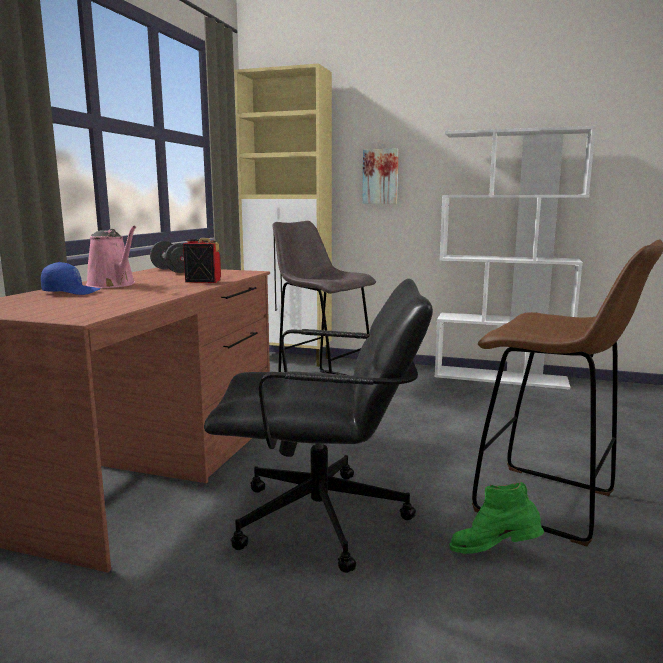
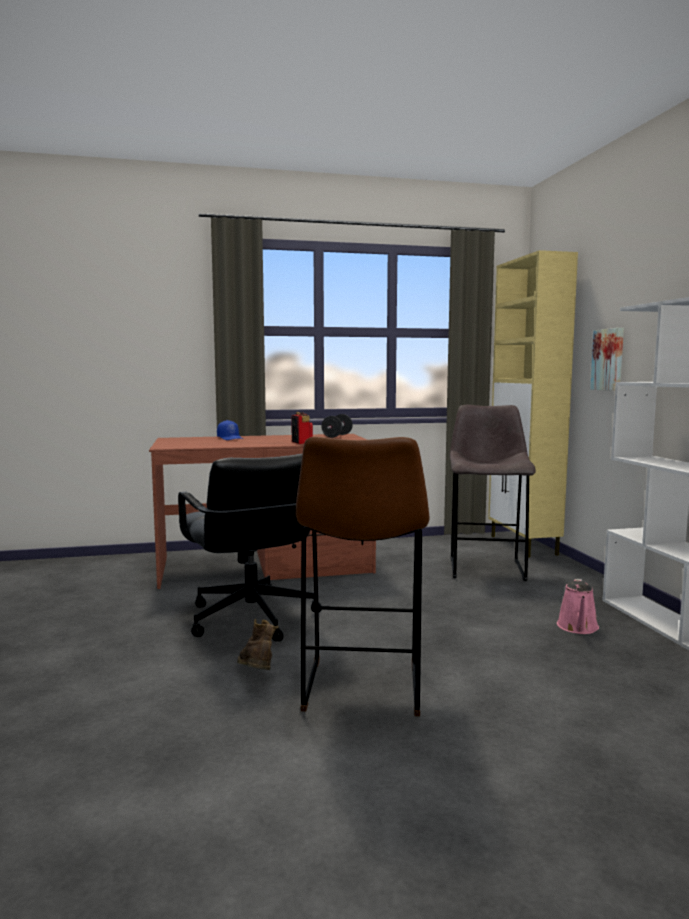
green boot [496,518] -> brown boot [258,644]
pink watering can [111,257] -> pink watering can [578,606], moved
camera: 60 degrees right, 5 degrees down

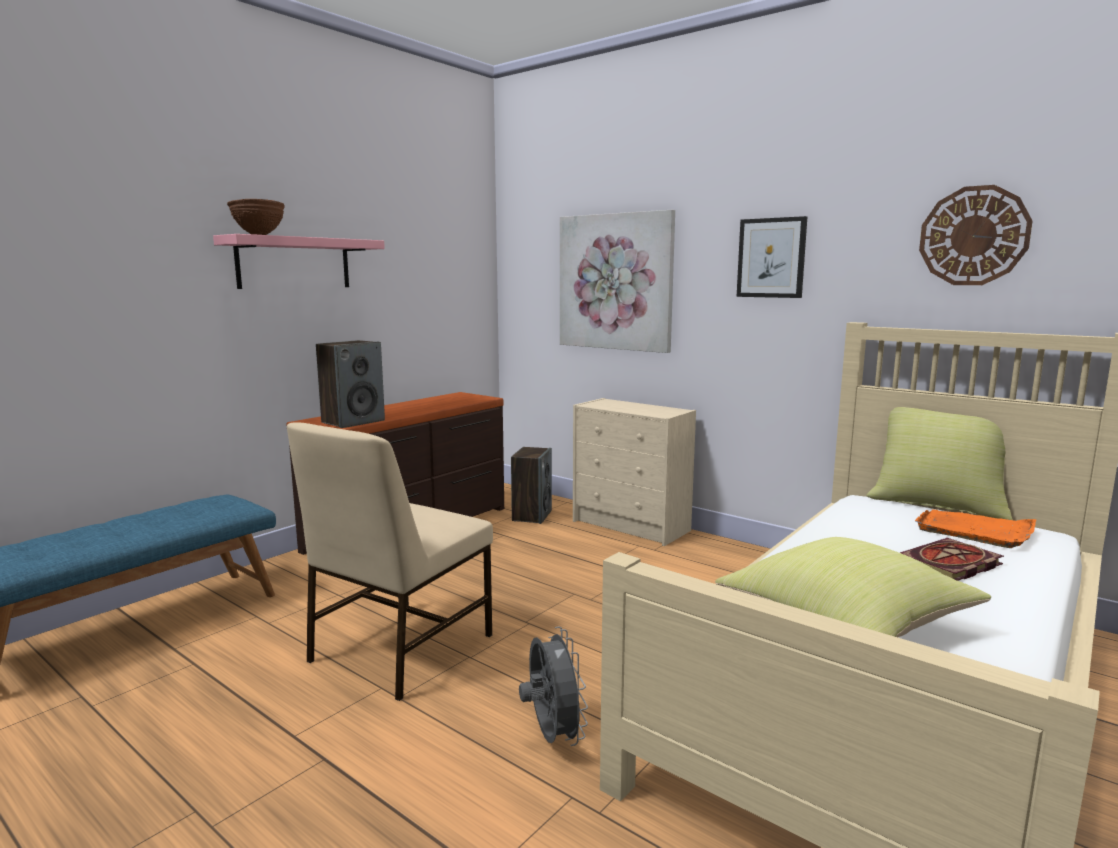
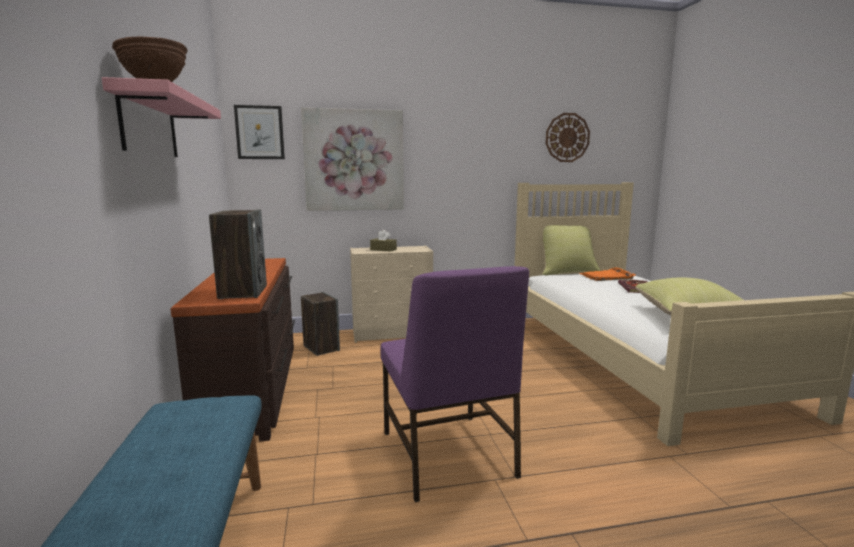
picture [772,257] -> picture [259,132], moved
none -> brown tissue box [383,241]
beige chair [390,561] -> purple chair [455,384]
grey fan [553,686] -> none
camera: 50 degrees left, 0 degrees up

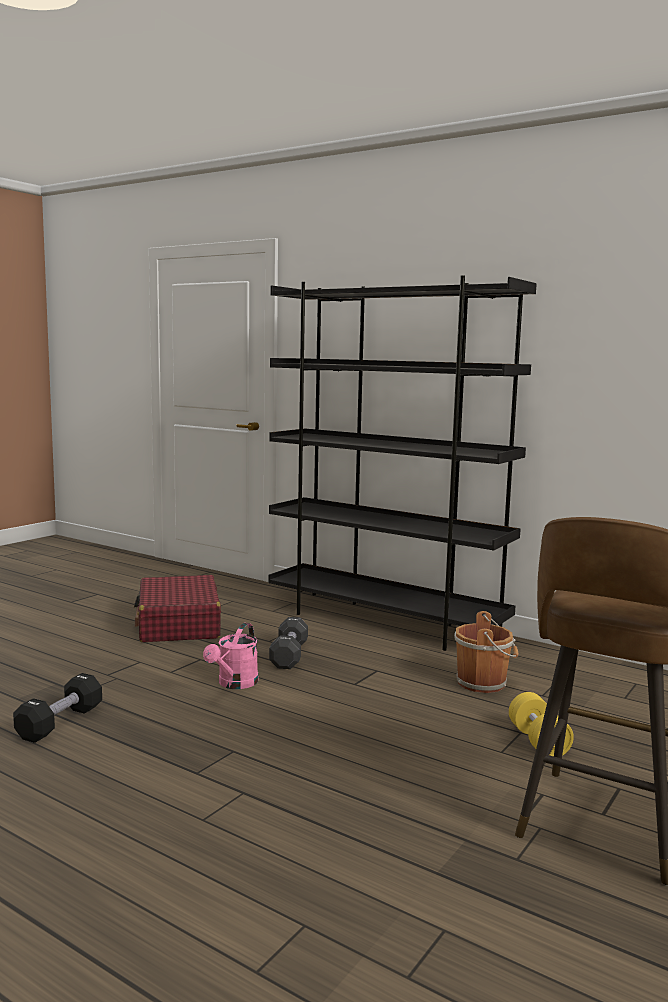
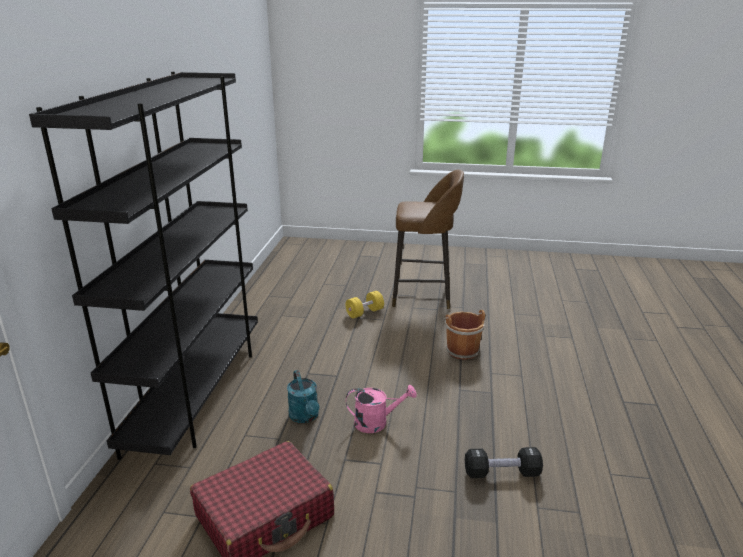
black dumbbell [288,643] -> turquoise watering can [303,396]
brown bucket [486,652] -> brown bucket [464,335], moved
camera: 115 degrees left, 15 degrees up

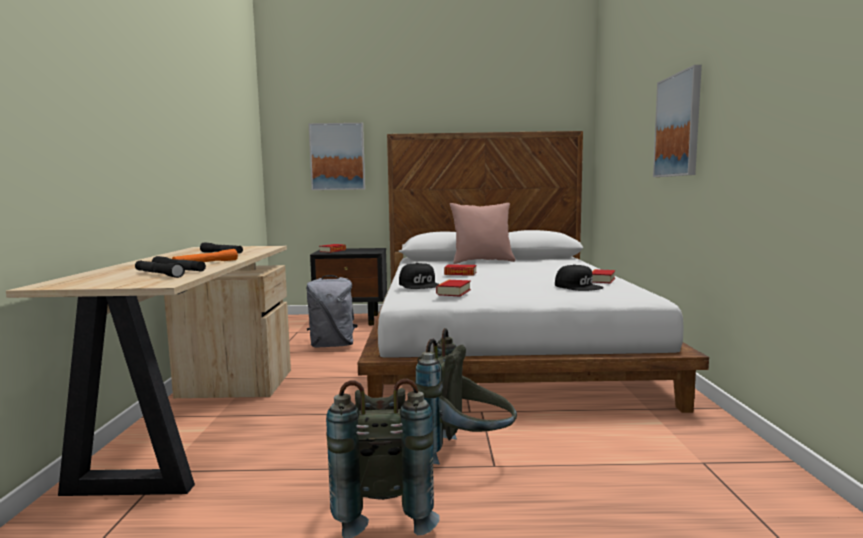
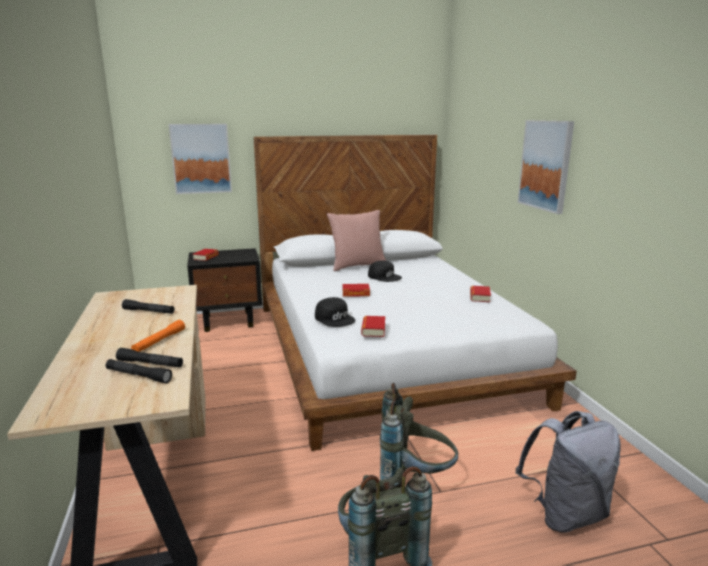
black cap [579,277] -> black cap [385,271], moved
grey backpack [332,311] -> grey backpack [568,472], moved
camera: 15 degrees left, 10 degrees up

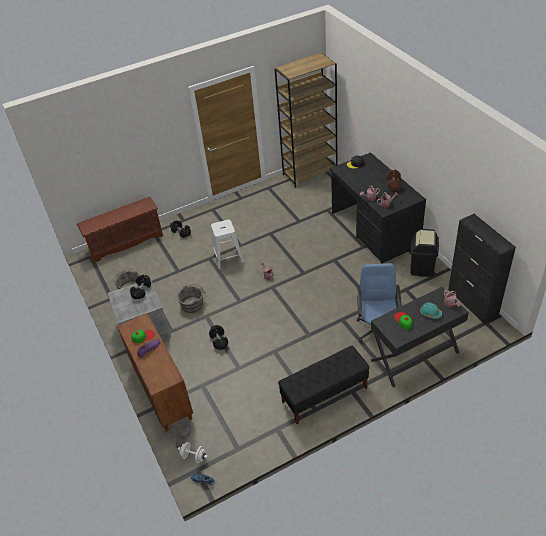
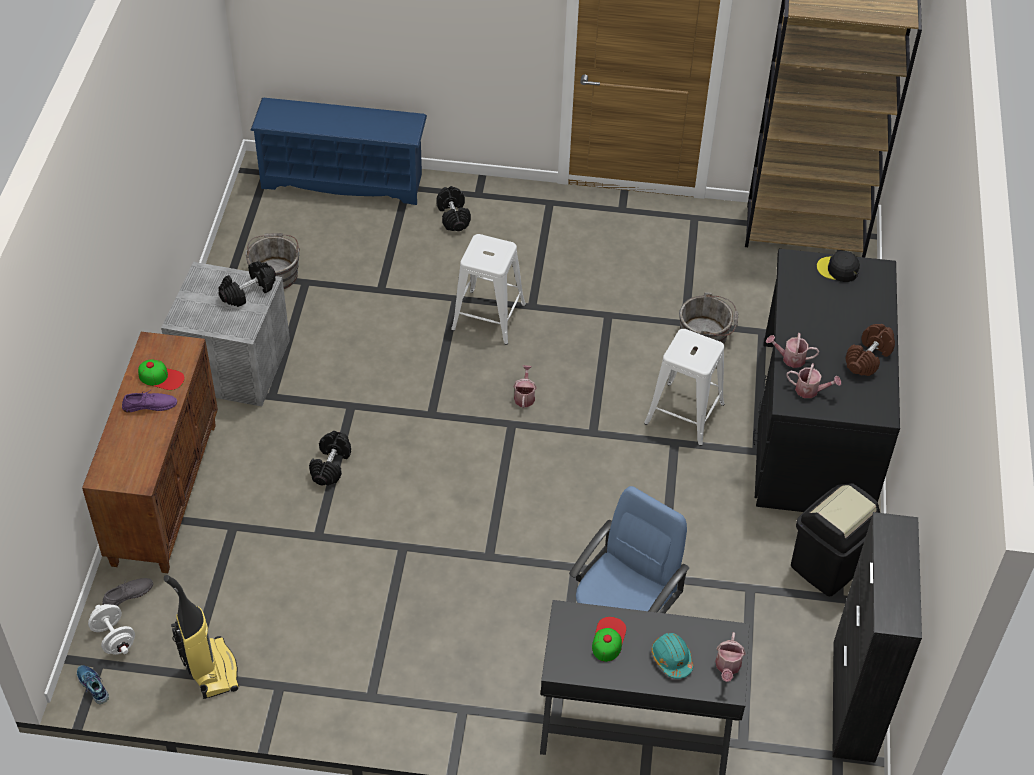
none -> vacuum cleaner [201,637]
brown shoe rack [120,230] -> blue shoe rack [338,151]
none -> white stool [684,387]
grey bucket [191,298] -> grey bucket [708,321], moved
black bench [323,385] -> none
camera: 30 degrees right, 5 degrees up

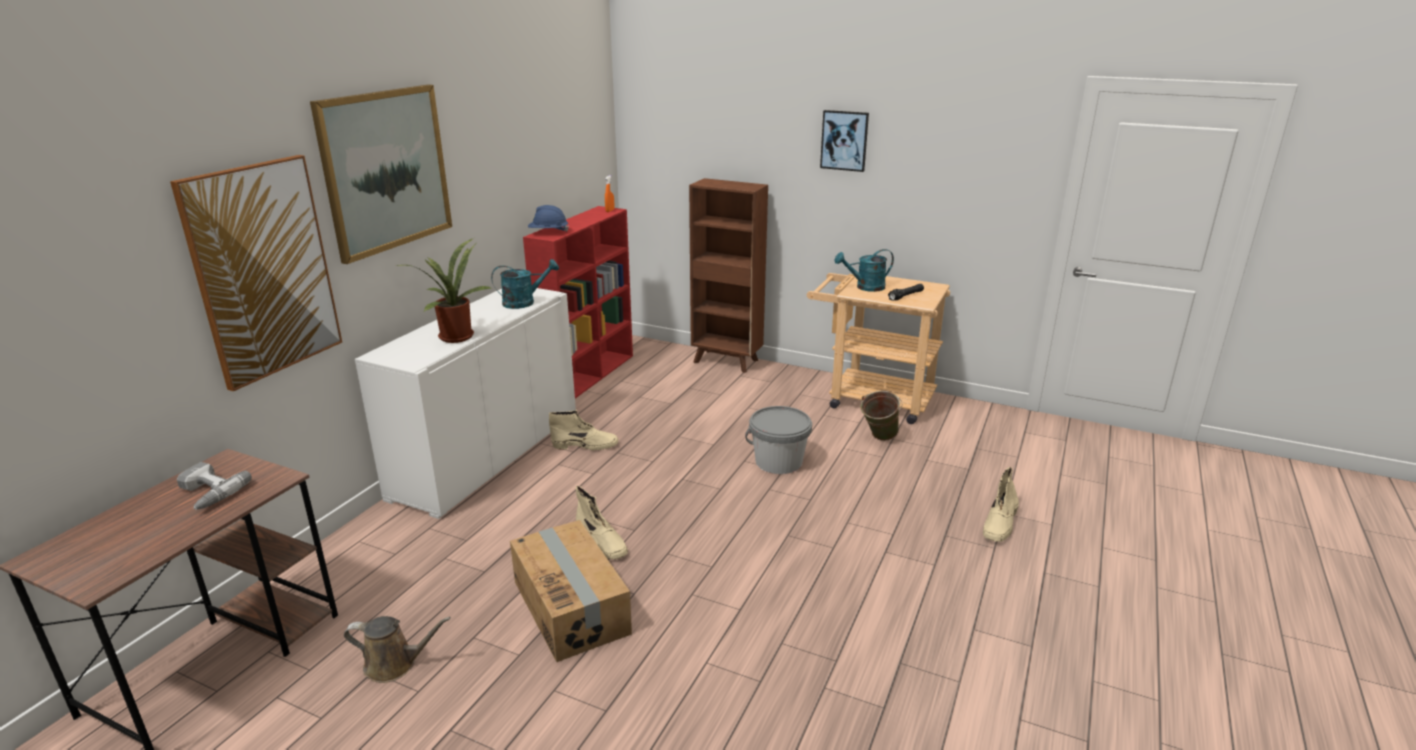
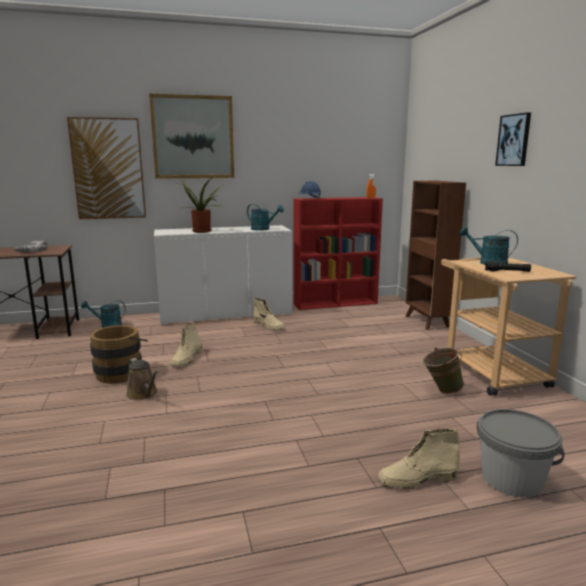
none -> turquoise watering can [103,314]
cardboard box [571,591] -> brown bucket [119,354]
brown watering can [397,649] -> brown watering can [142,379], moved
grey bucket [778,440] -> grey bucket [521,453], moved
camera: 50 degrees right, 10 degrees down

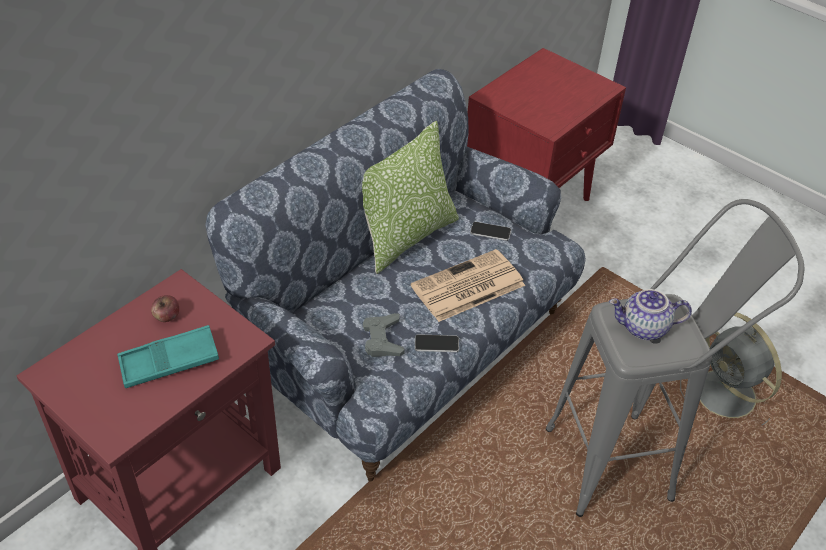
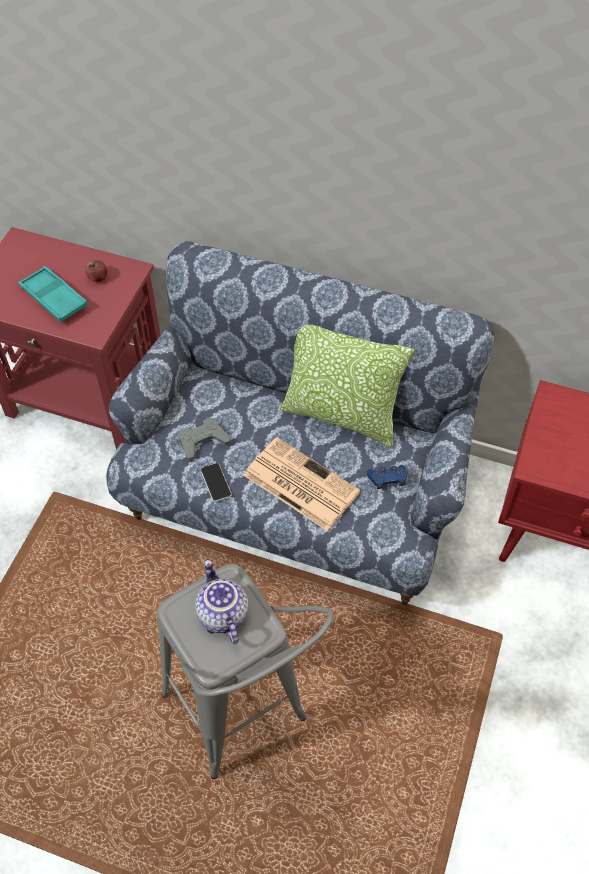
phone [490,231] -> blue game controller [387,477]
grey fan [731,369] -> none
camera: 70 degrees right, 10 degrees up

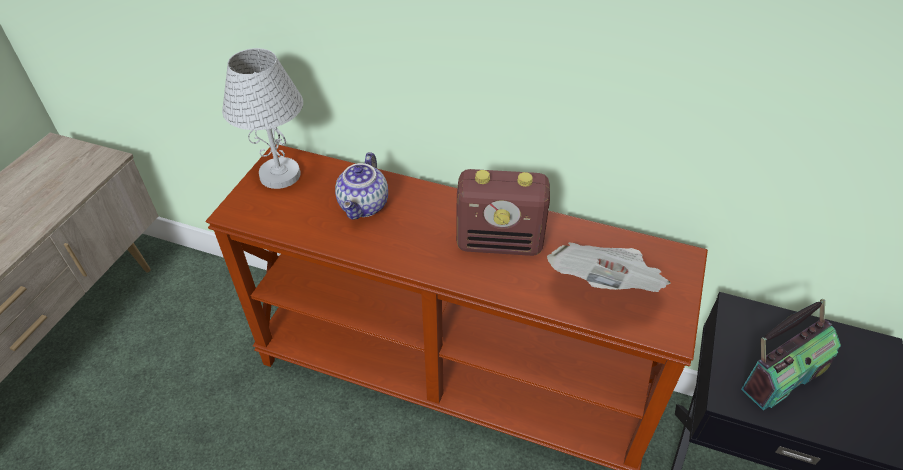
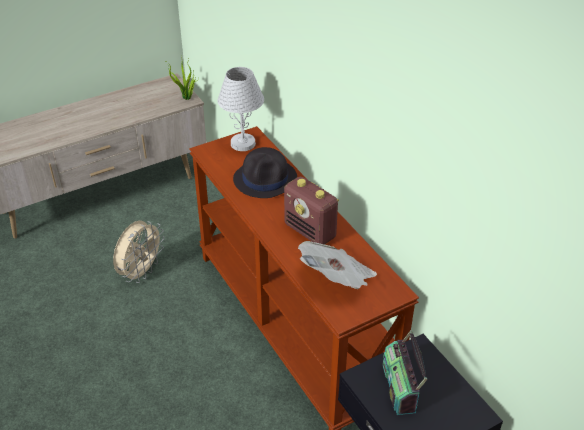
none -> beige fan [139,251]
none -> potted plant [182,78]
teapot [361,186] -> black hat [265,172]
radio [791,355] -> radio [404,372], 75 degrees clockwise
camera: 40 degrees right, 5 degrees down

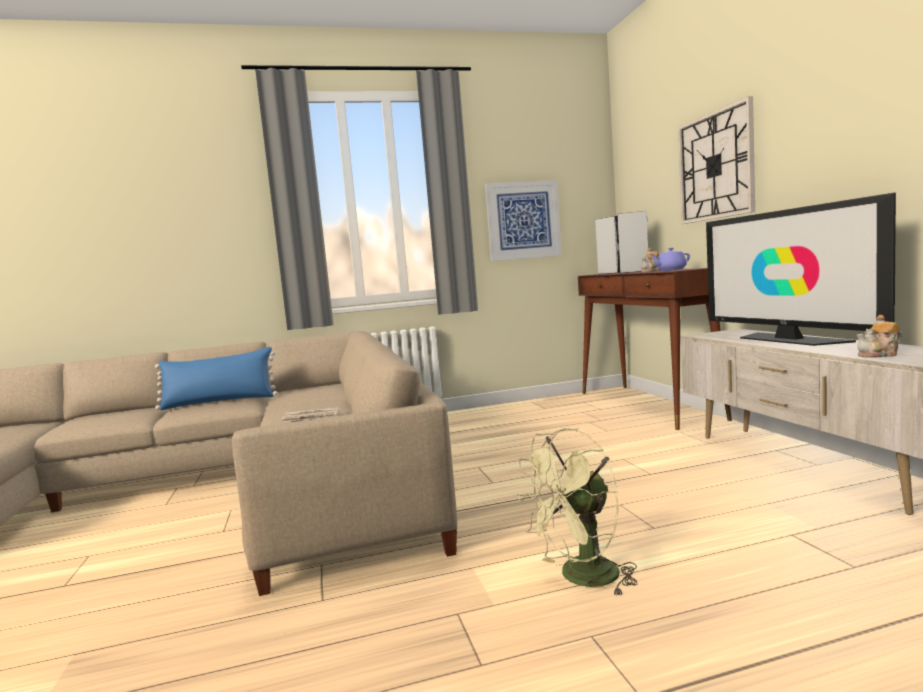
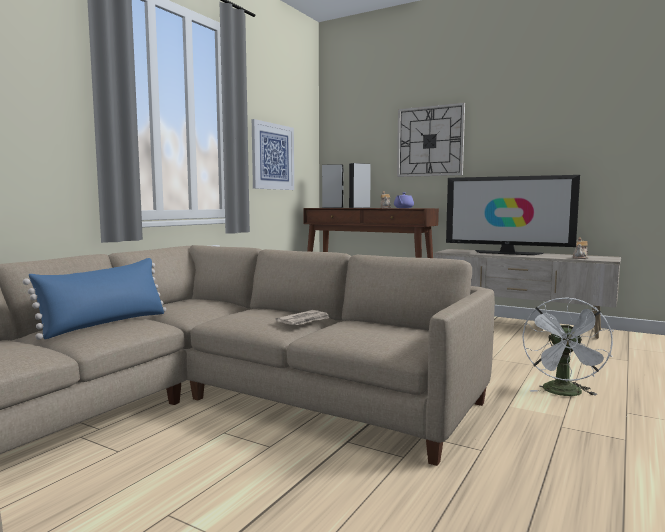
green fan [577,512] -> white fan [568,347]
camera: 45 degrees left, 0 degrees up

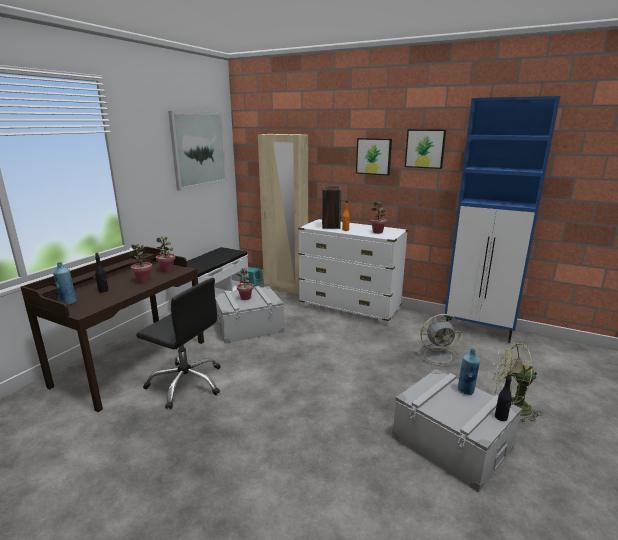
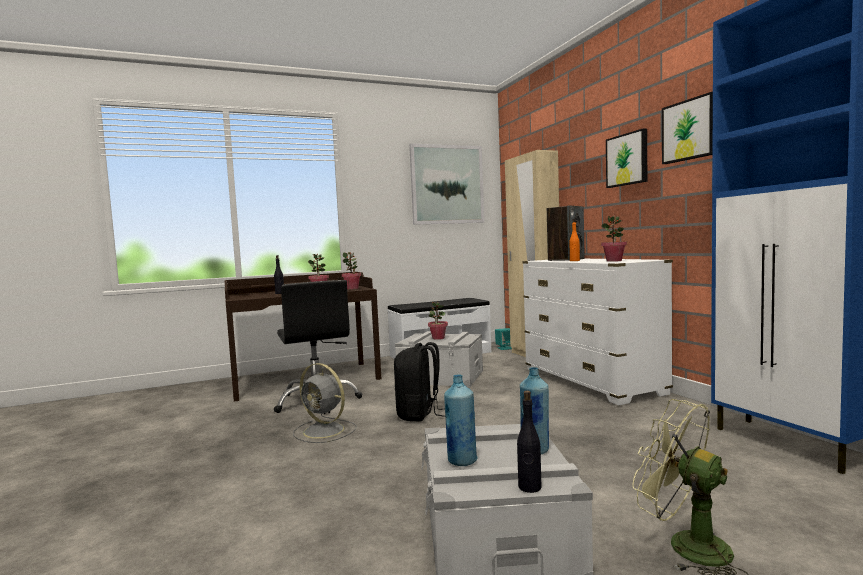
grey fan [438,340] -> grey fan [325,403], moved
none -> black backpack [419,382]
blue bottle [65,283] -> blue bottle [460,420], moved
camera: 40 degrees right, 15 degrees down

